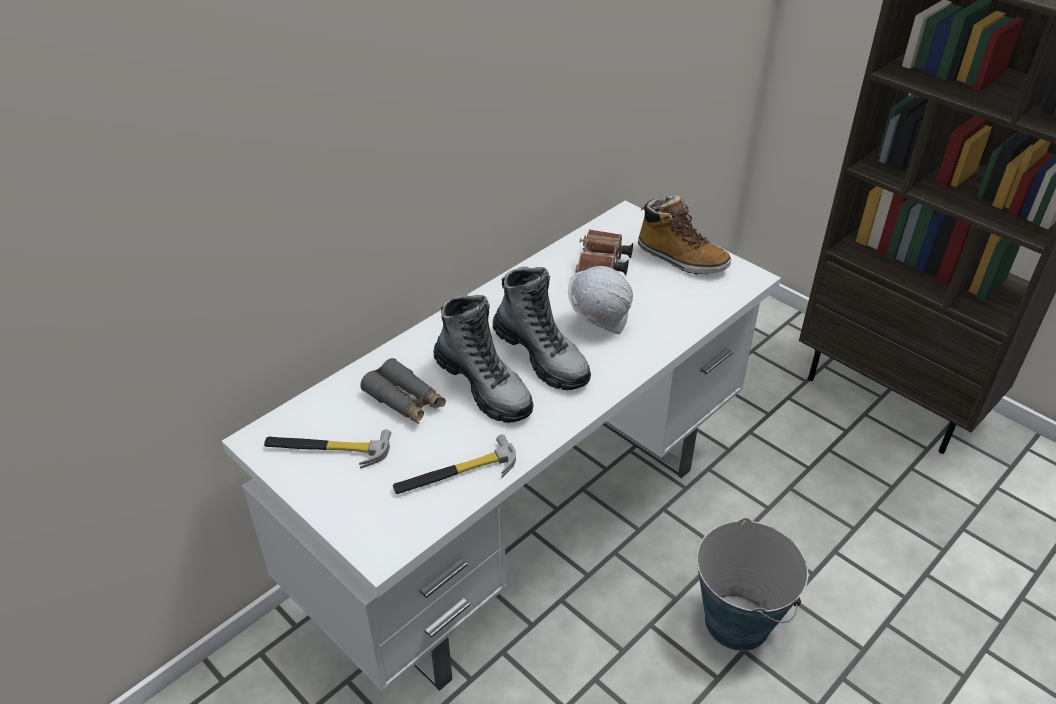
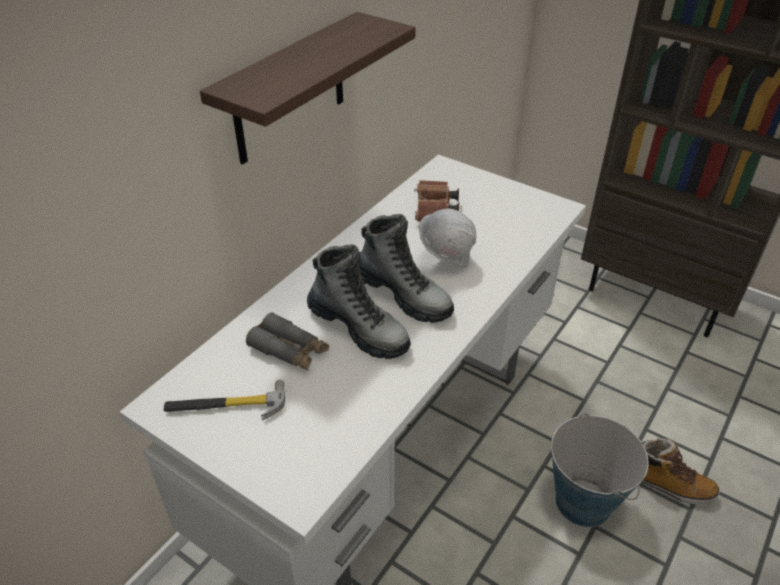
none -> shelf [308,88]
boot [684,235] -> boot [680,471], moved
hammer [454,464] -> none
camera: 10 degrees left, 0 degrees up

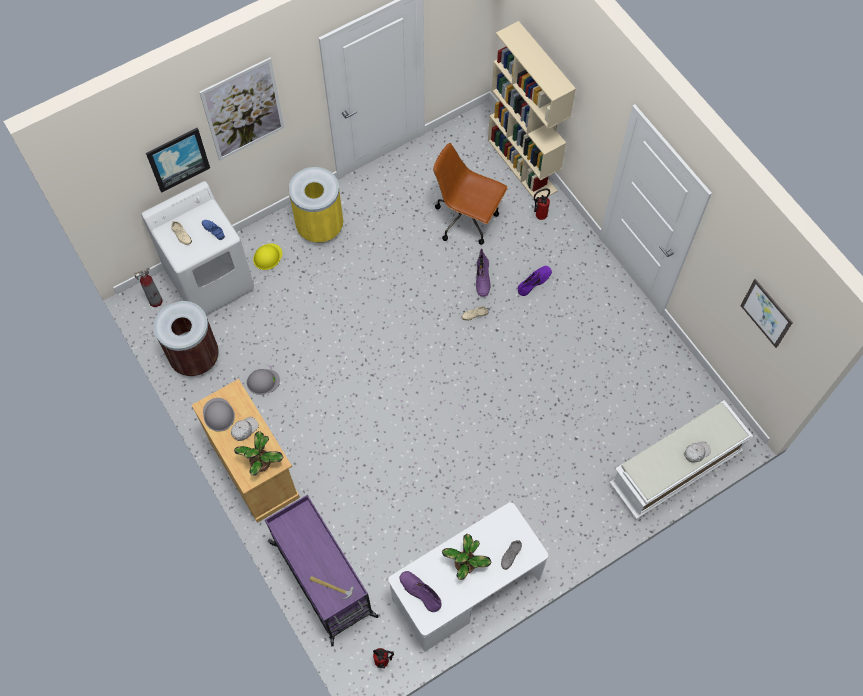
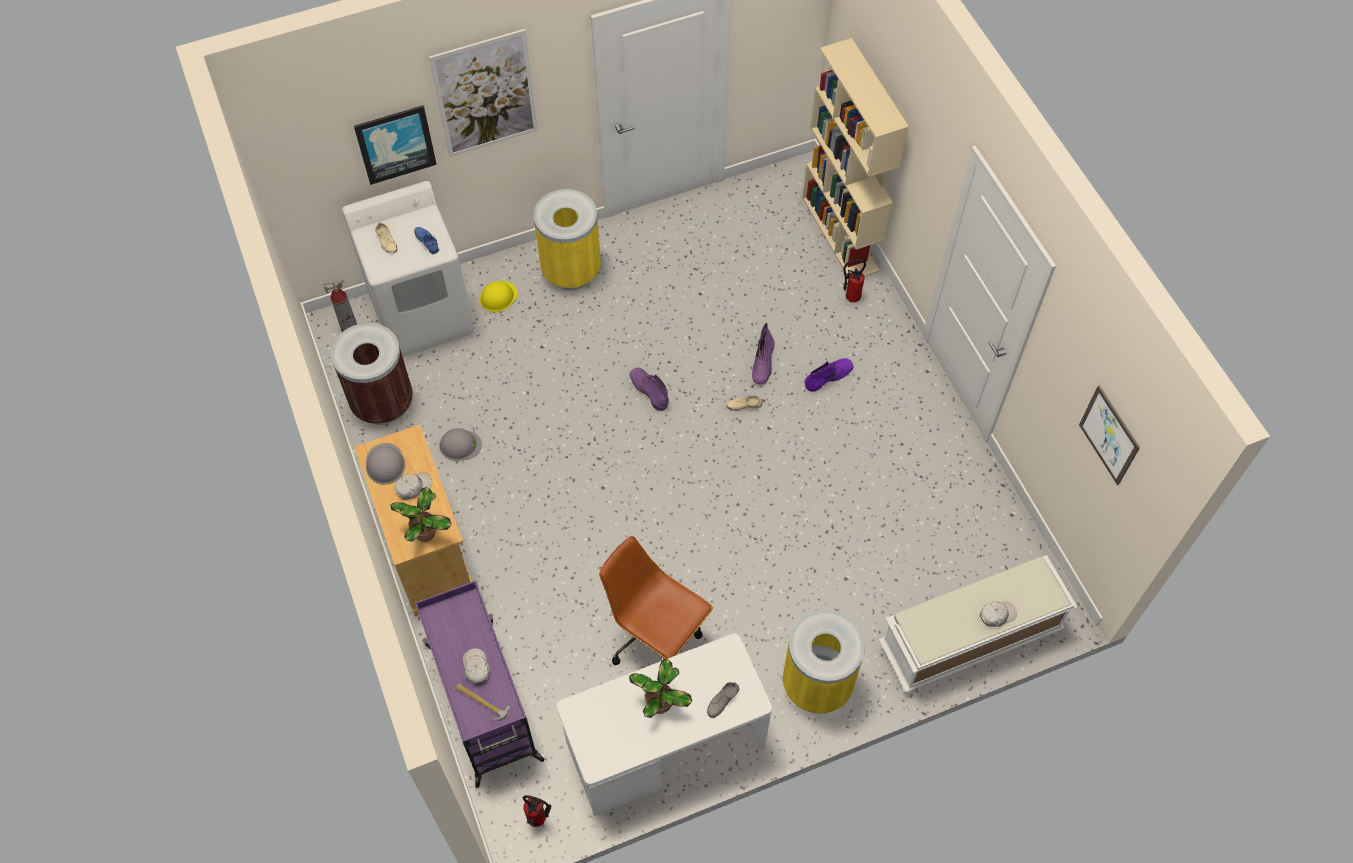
none -> white cap [477,666]
brown office chair [470,194] -> brown office chair [656,600], moved
purple boot [420,591] -> purple boot [649,389], moved
none -> yellow trash can [824,662]
camera: 10 degrees right, 5 degrees down

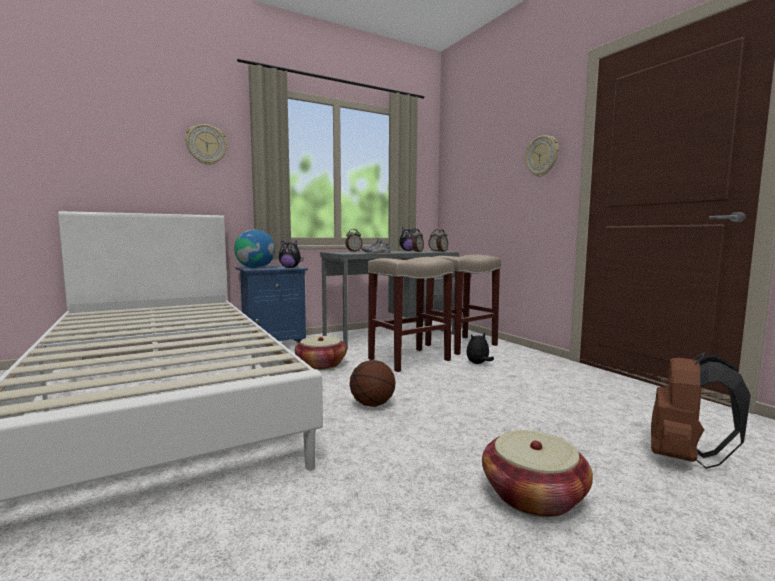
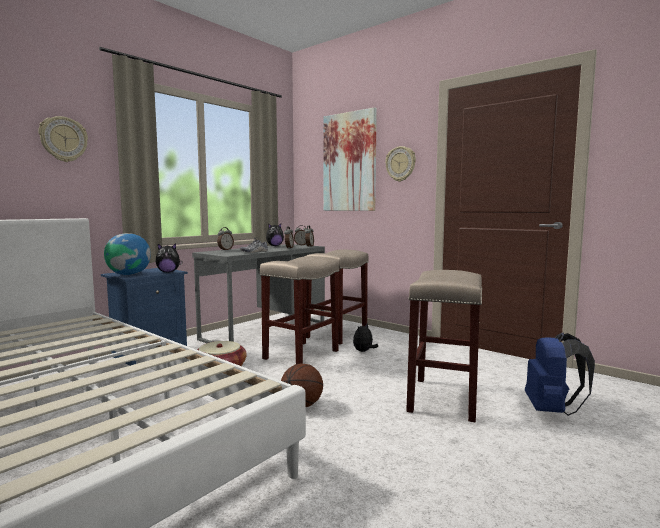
none -> picture [350,159]
none -> beige stool [444,346]
brown backpack [701,410] -> blue backpack [560,374]
basket [537,473] -> none
camera: 20 degrees left, 0 degrees up

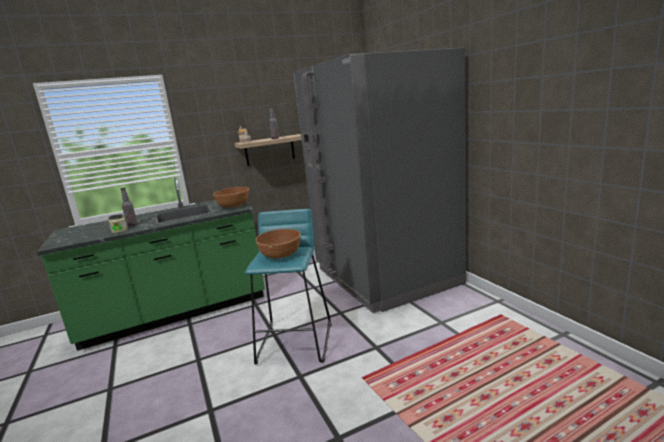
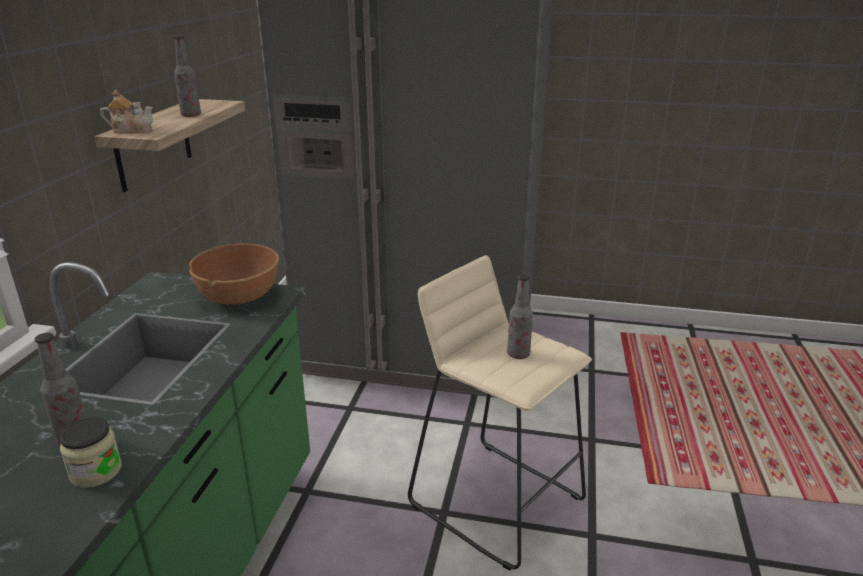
turquoise stool [288,287] -> beige stool [500,413]
brown bowl [278,244] -> bottle [520,316]
camera: 55 degrees left, 10 degrees up

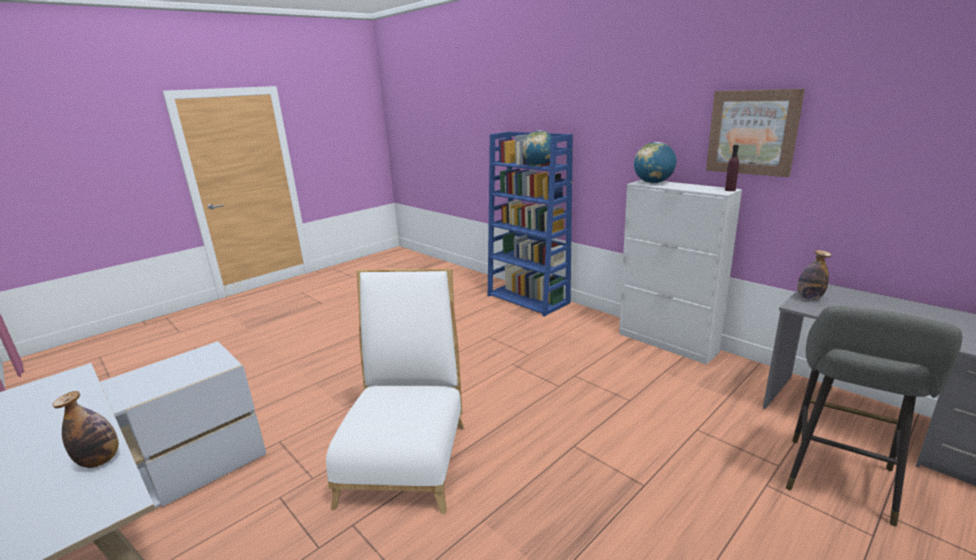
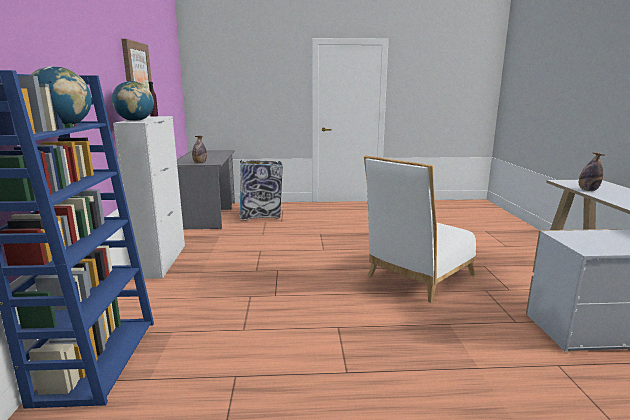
grey stool [874,416] -> trash can [261,190]
camera: 140 degrees left, 5 degrees down

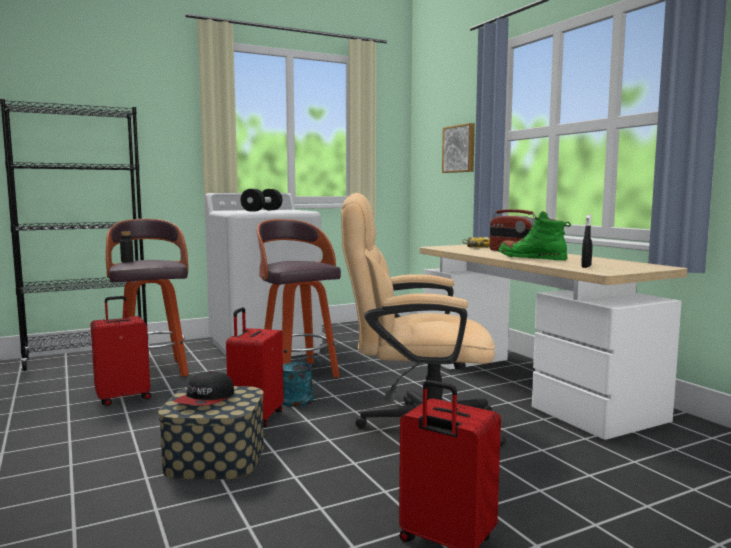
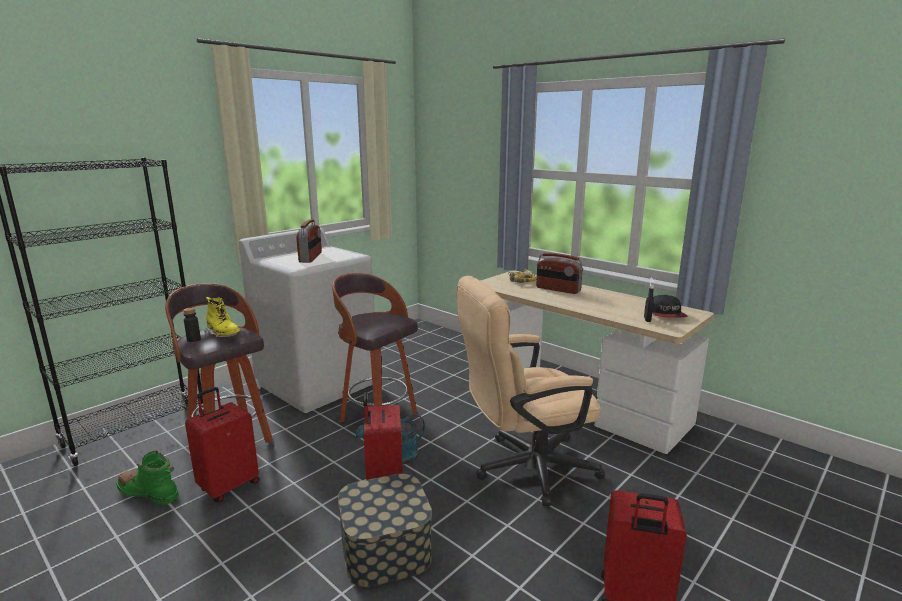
green boot [534,236] -> green boot [148,478], moved
none -> yellow boot [222,317]
black dumbbell [261,200] -> radio [309,241]
cap [203,388] -> cap [670,305], moved
picture [458,148] -> none
camera: 20 degrees left, 10 degrees up

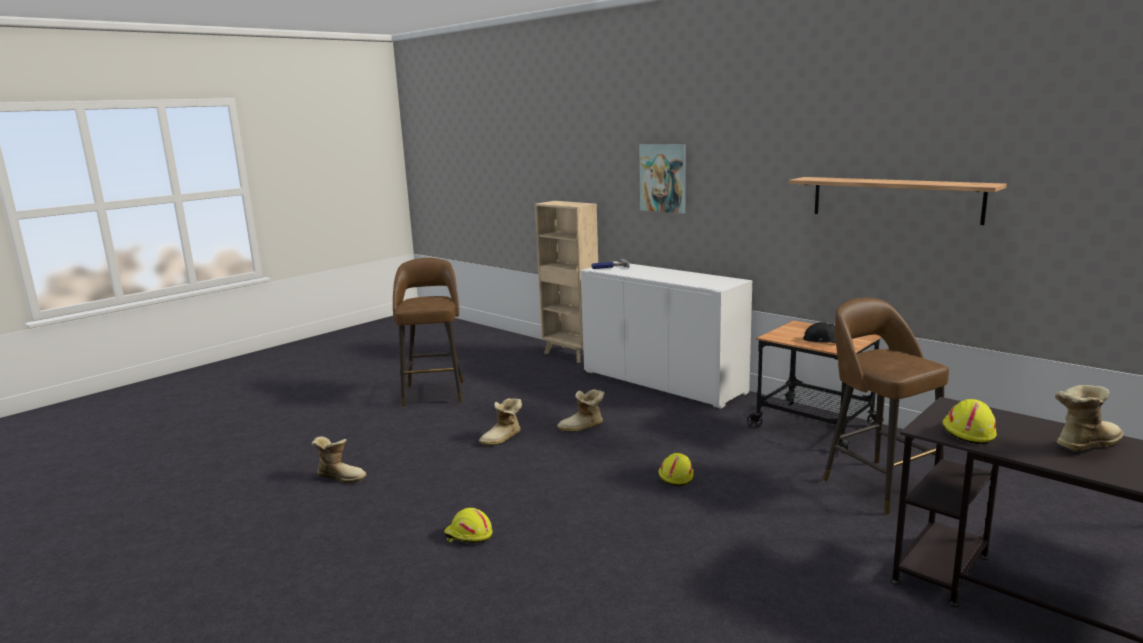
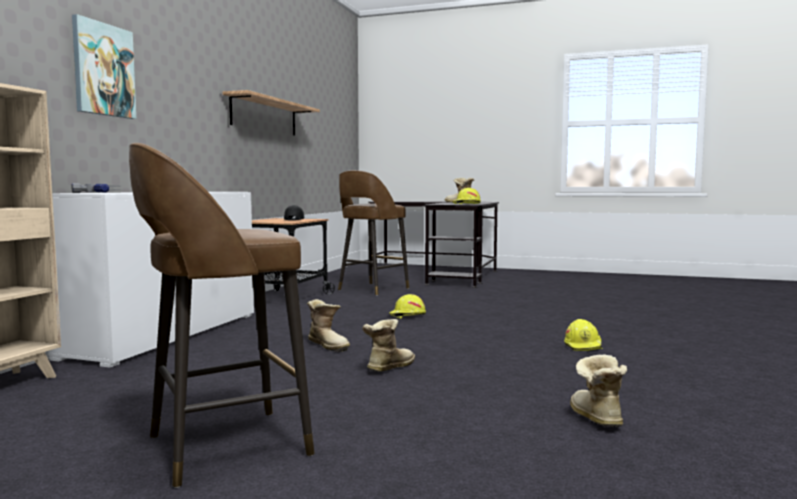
boot [500,422] -> boot [388,345], 75 degrees counterclockwise
camera: 115 degrees left, 10 degrees down

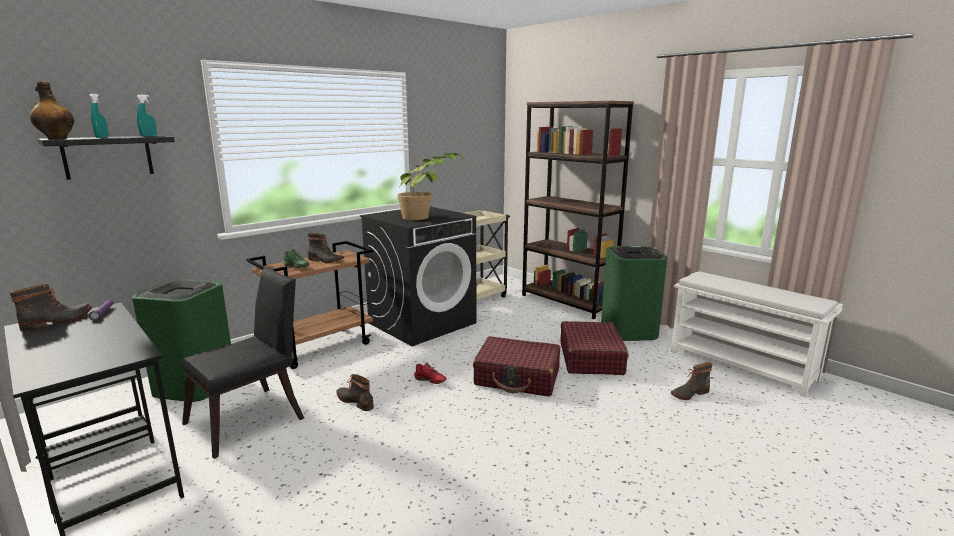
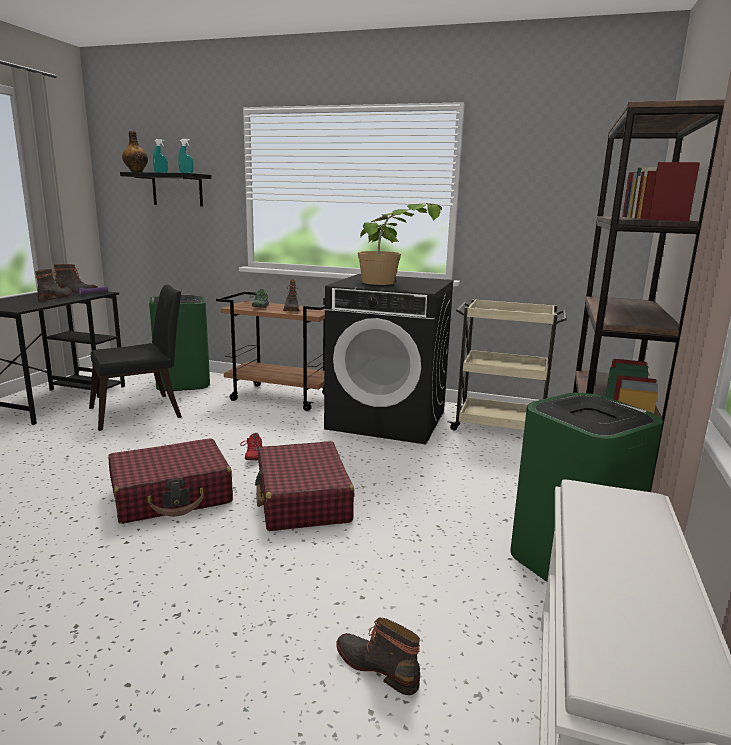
boot [355,392] -> boot [53,285], moved
black chair [243,363] -> black chair [135,357], 45 degrees counterclockwise
red suitcase [594,348] -> red suitcase [170,481], moved
camera: 60 degrees right, 0 degrees up

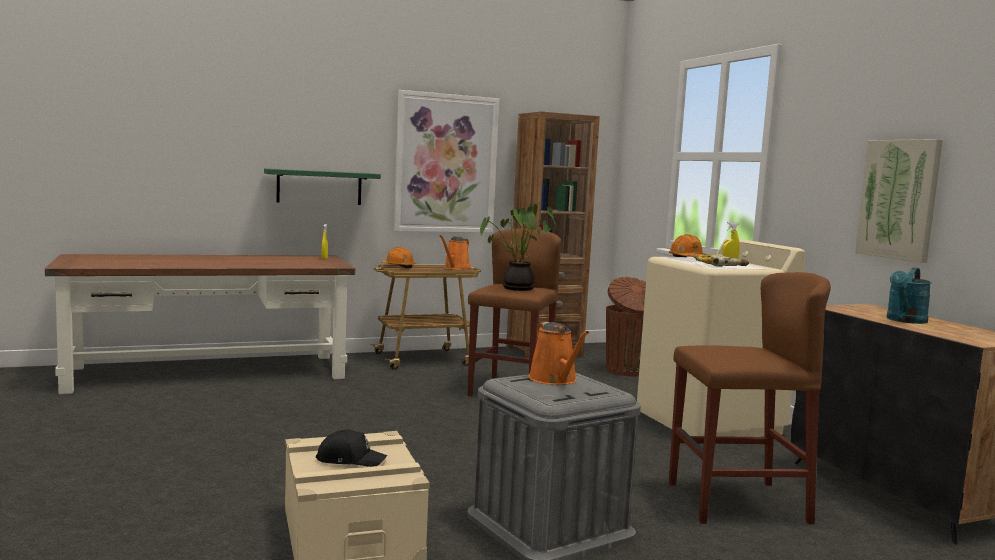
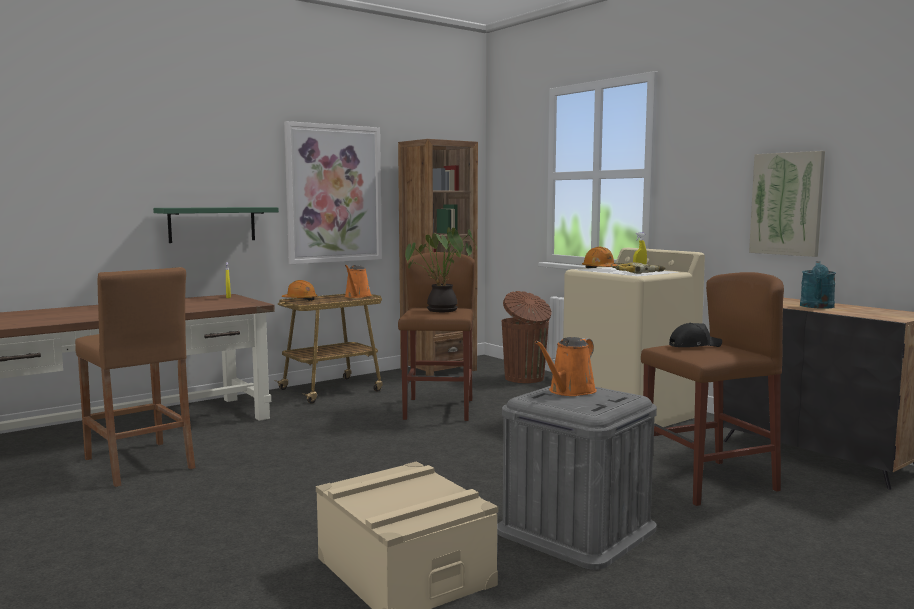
none -> brown stool [135,377]
orange watering can [559,353] -> orange watering can [566,366], 75 degrees clockwise
black cap [351,448] -> black cap [695,335], moved
camera: 15 degrees left, 0 degrees up

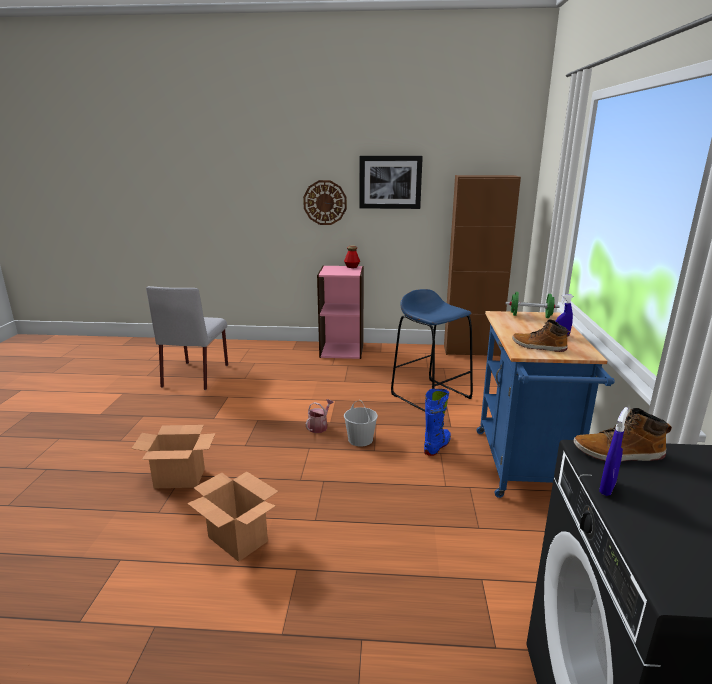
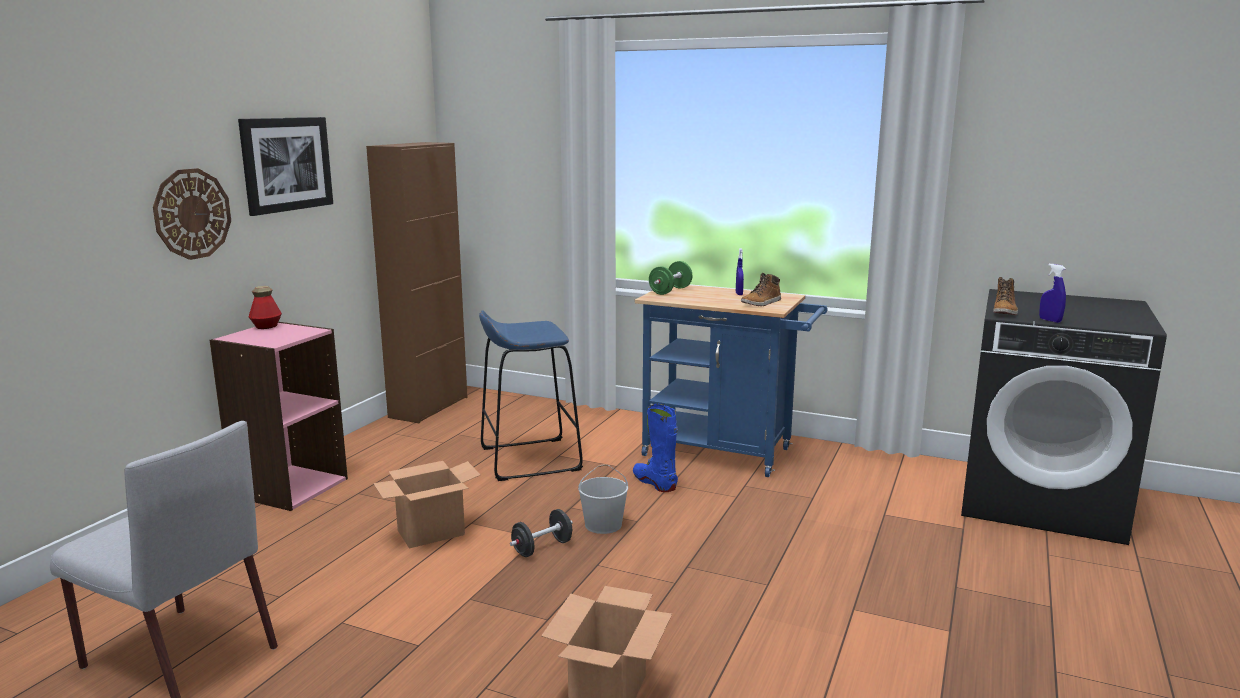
cardboard box [232,517] -> cardboard box [427,505], moved
watering can [320,416] -> black dumbbell [541,533]
camera: 70 degrees left, 5 degrees down

